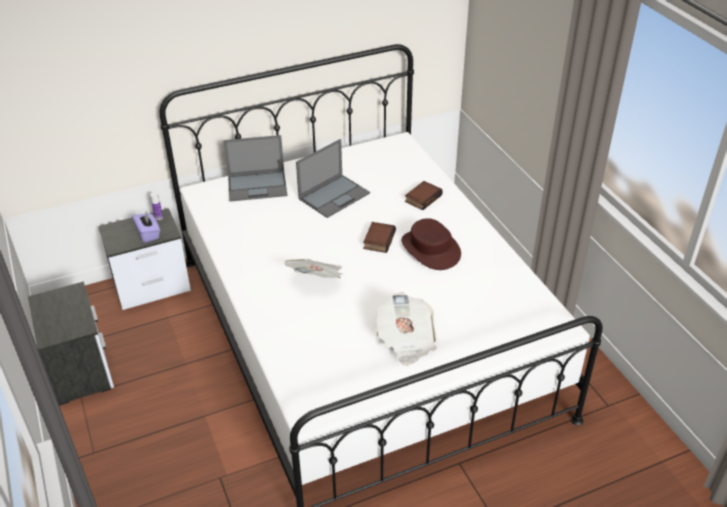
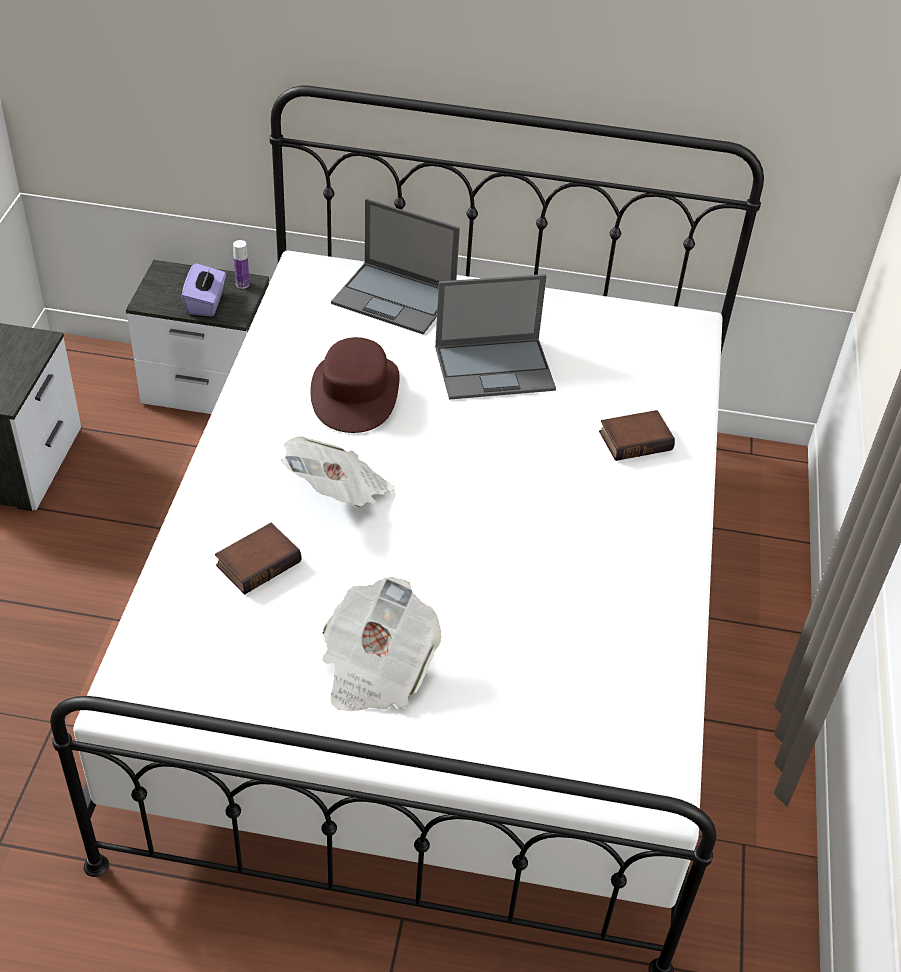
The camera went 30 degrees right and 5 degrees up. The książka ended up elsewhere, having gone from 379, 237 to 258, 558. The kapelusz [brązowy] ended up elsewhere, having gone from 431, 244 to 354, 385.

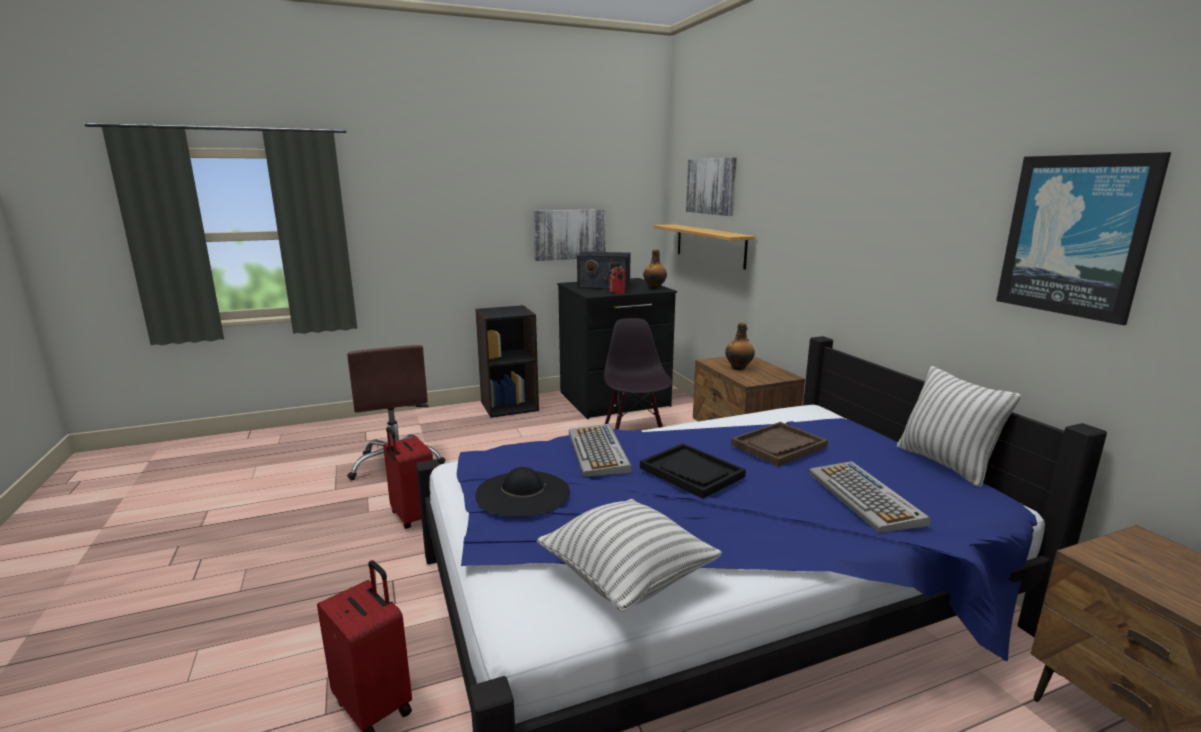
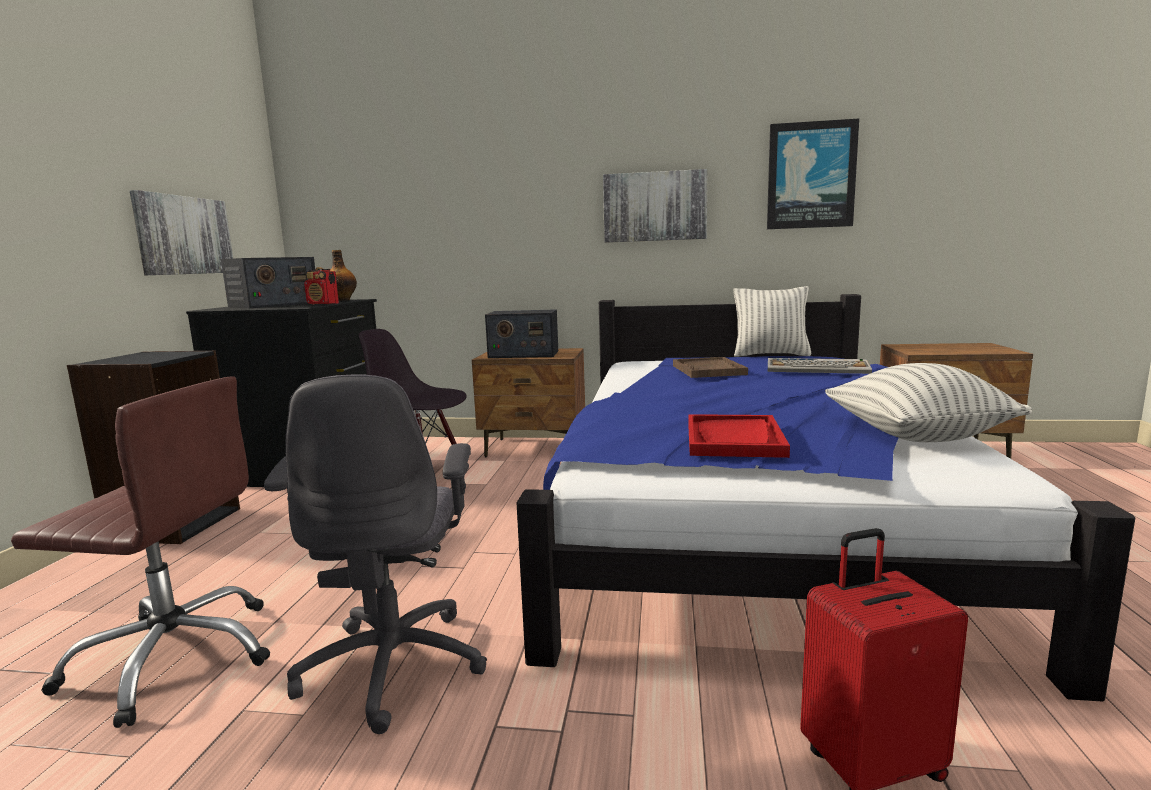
The camera went 60 degrees left and 5 degrees down. Where the walizka [czerwony] stood at 408, 478, the krzesło biurowe [szary] came to stand at 375, 554. Where the butelka stood at 740, 346, the radio came to stand at 521, 333. The obraz ended up elsewhere, having gone from 711, 186 to 655, 206. Where the kapelusz [czarny] stood at 522, 491, the taca [czerwony] came to stand at 739, 436. The second view lost the klawiatura at 600, 450. The second view lost the taca [czarny] at 693, 471. The second view lost the półka at 704, 246.

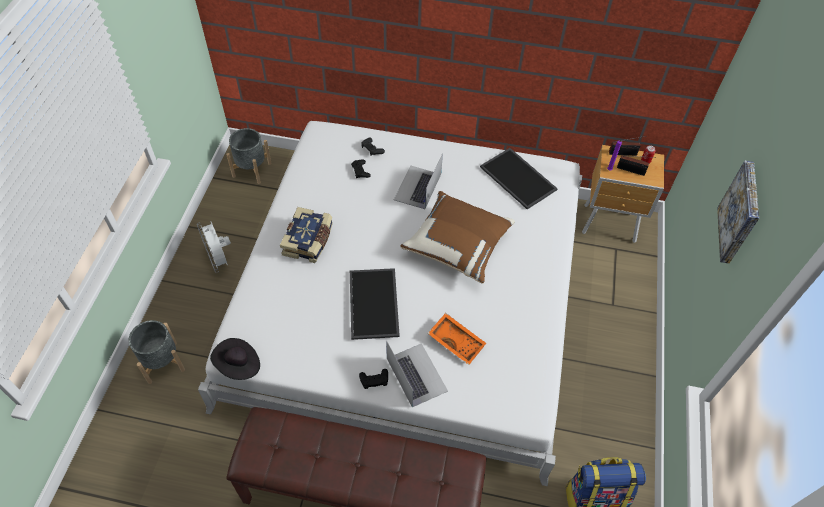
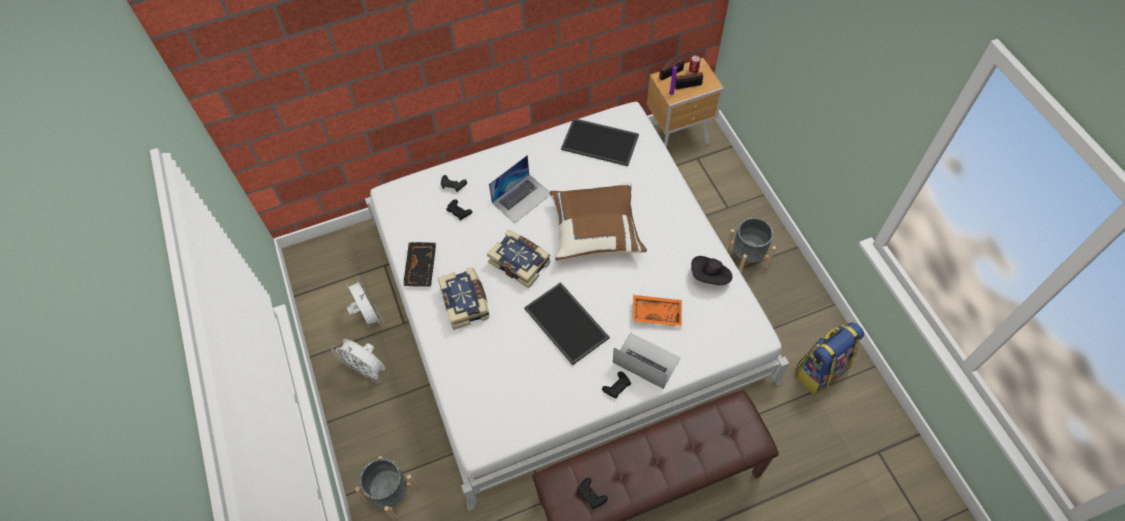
The camera went 30 degrees left and 5 degrees up. The second view gained the wentylator [biały] at 365, 302. The second view gained the taca [czarny] at 419, 264. The second view gained the książka at 519, 259. The laptop at 418, 181 ended up facing another way, 120 degrees counterclockwise from before. The second view gained the pad do gier [czarny] at 592, 493. The kapelusz [czarny] ended up elsewhere, having gone from 235, 359 to 711, 270. The donica [szary] ended up elsewhere, having gone from 249, 156 to 750, 245. The second view lost the obraz at 738, 212.

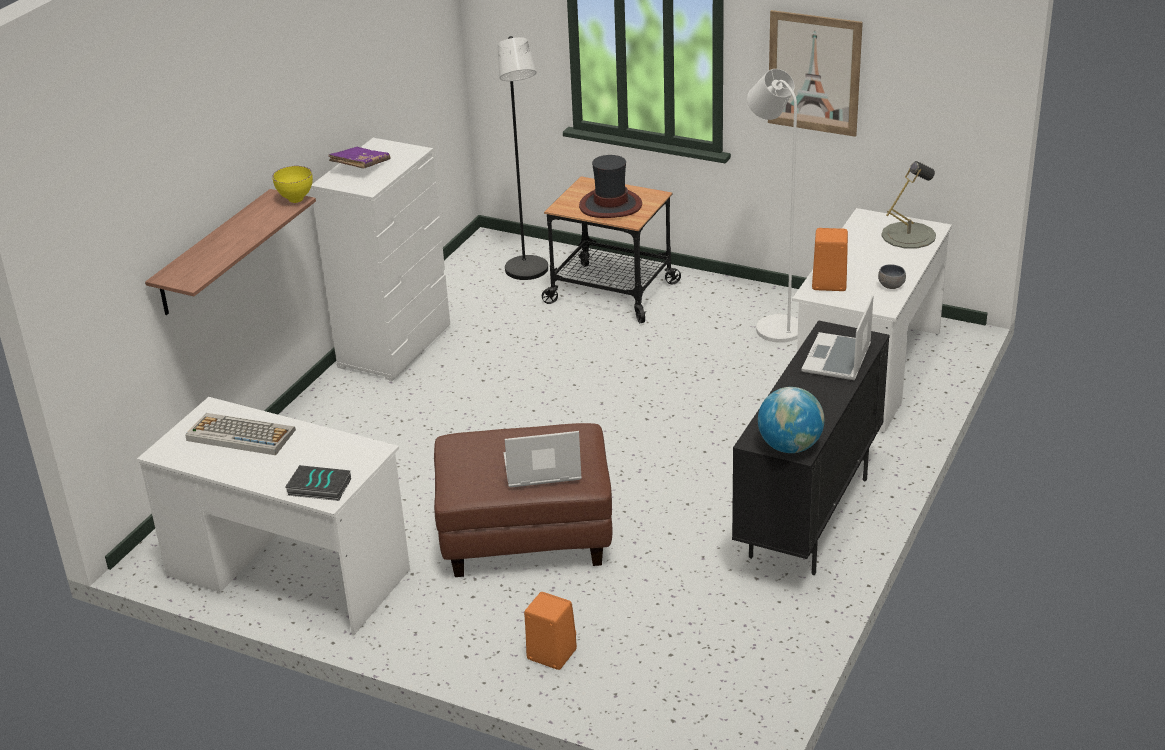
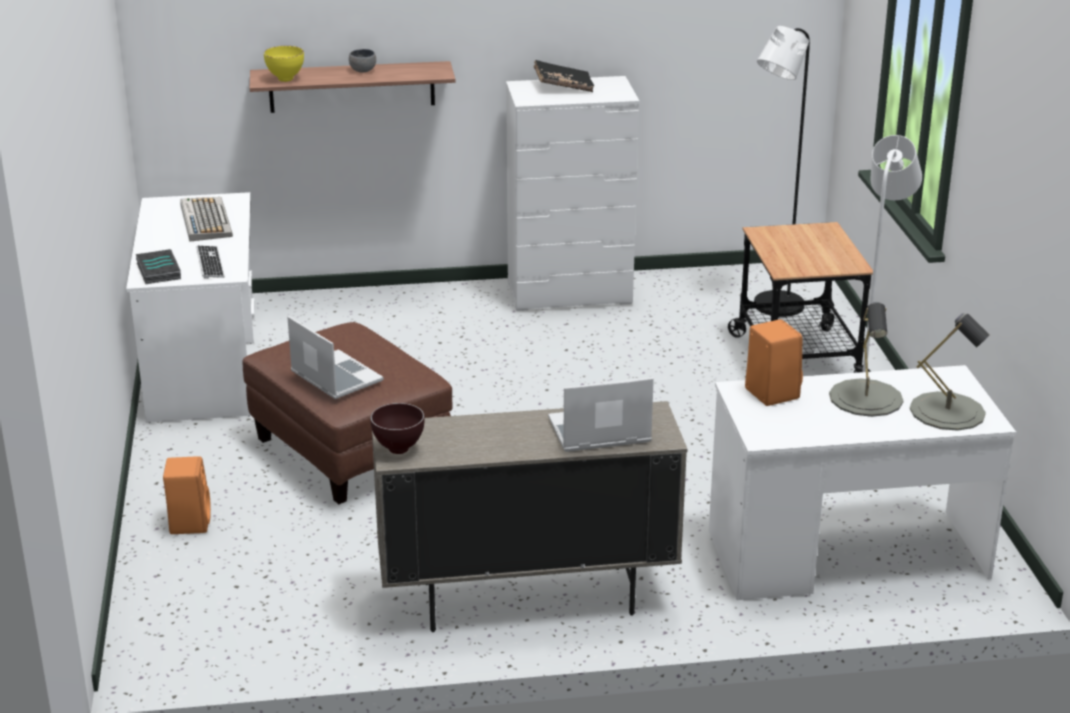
The camera went 55 degrees right and 5 degrees down. The second view gained the klawiatura at 210, 262. The miska [żółty] ended up elsewhere, having gone from 292, 184 to 284, 64. The miska [szary] ended up elsewhere, having gone from 892, 276 to 362, 61. Where the globus stood at 791, 420, the miska [brązowy] came to stand at 397, 428. What was the szafka [czarny] at 811, 447 turned into the szafka [beżowy] at 529, 516. What was the książka [fioletowy] at 359, 158 turned into the książka [czarny] at 564, 76. The second view gained the lampa stołowa [szary] at 866, 359. The second view lost the kapelusz at 610, 186. The second view lost the obraz at 815, 73.

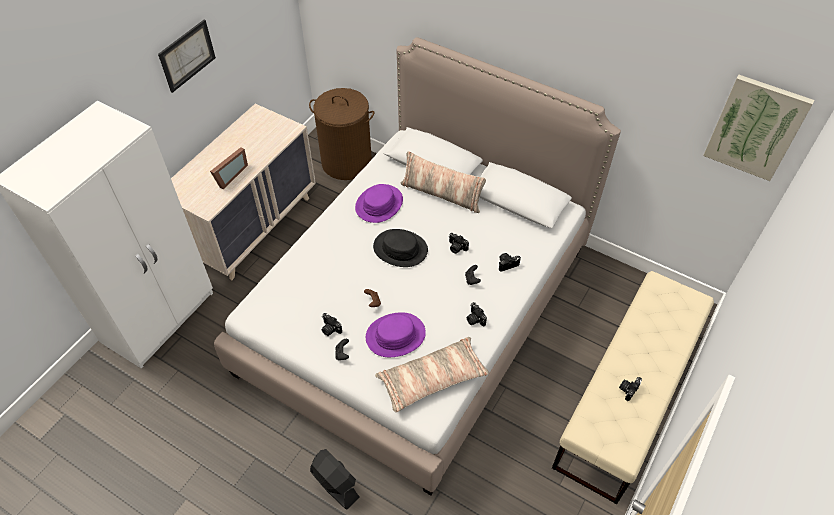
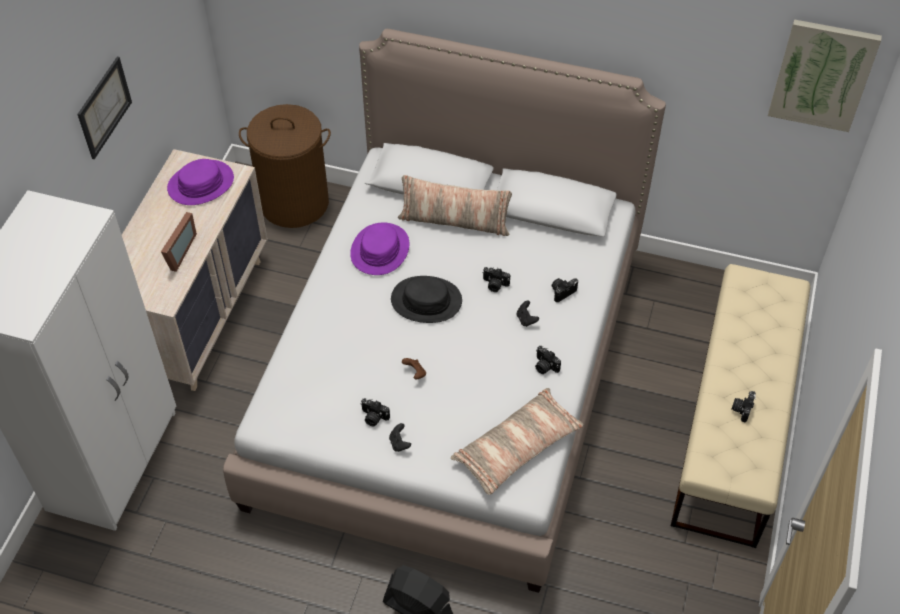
The camera went 15 degrees left and 0 degrees up. The kapelusz [fioletowy] ended up elsewhere, having gone from 396, 334 to 200, 182.

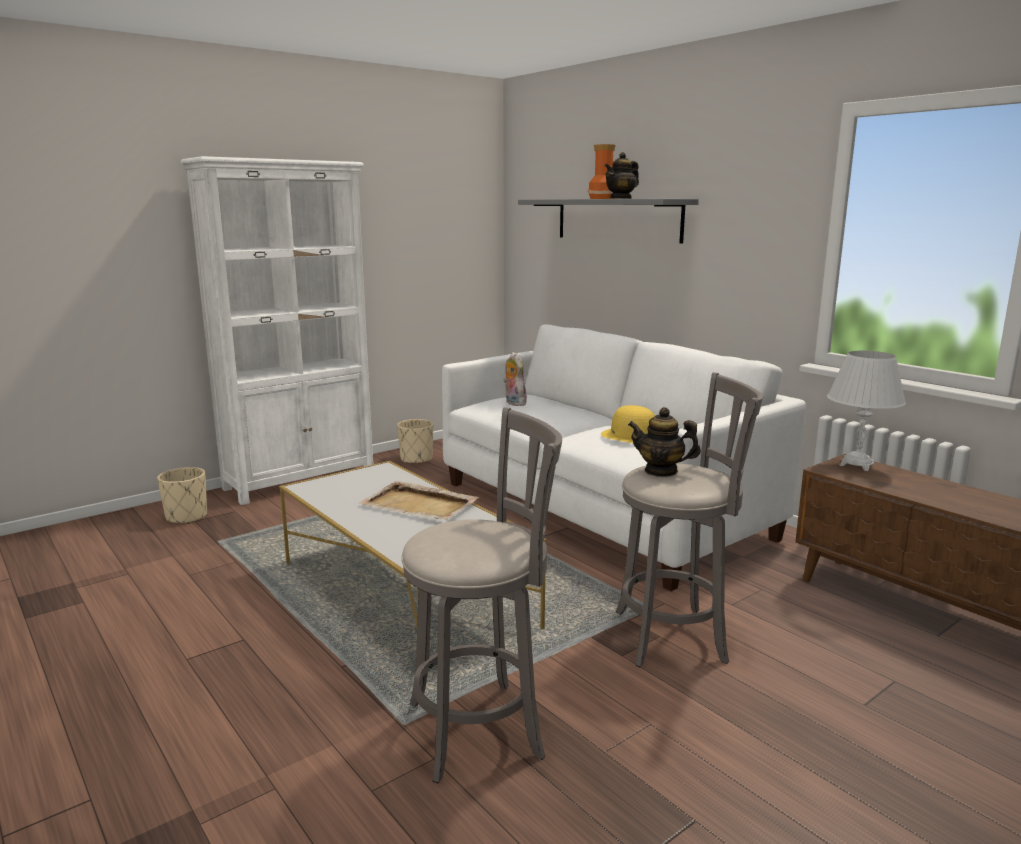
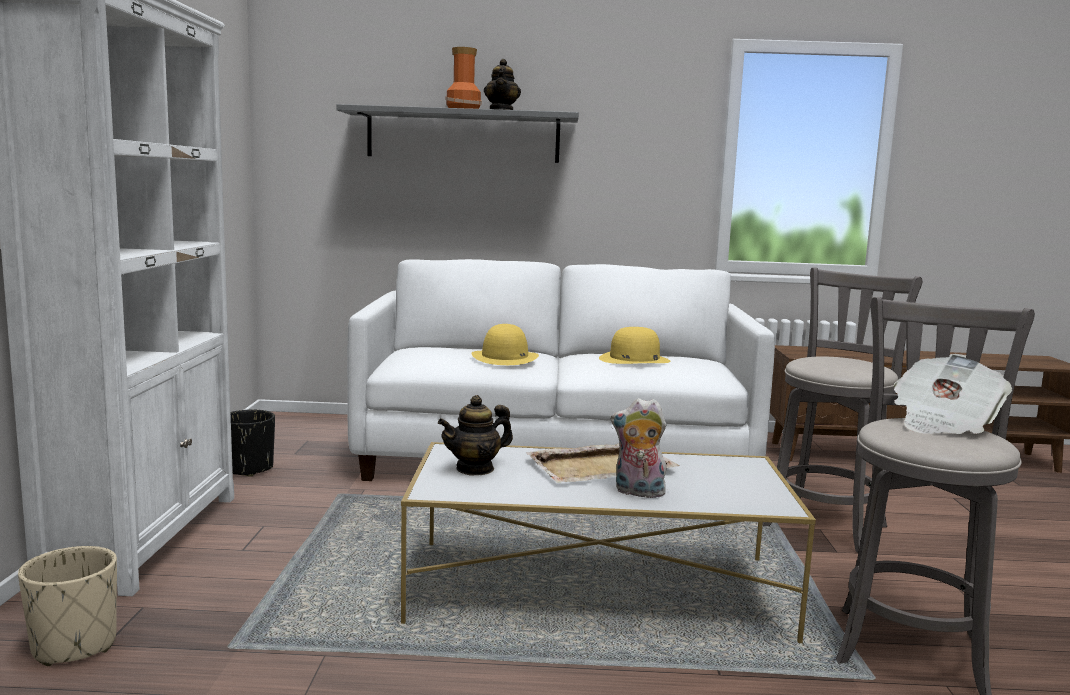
The camera went 50 degrees left and 5 degrees down. What was the donica [beżowy] at 415, 441 turned into the donica [czarny] at 253, 443. The imbryk ended up elsewhere, having gone from 664, 442 to 475, 435. The second view gained the kapelusz [żółty] at 505, 344. The pluszak ended up elsewhere, having gone from 515, 379 to 639, 448. The second view gained the gazeta at 952, 394. The second view lost the lampa stołowa [biały] at 866, 411.

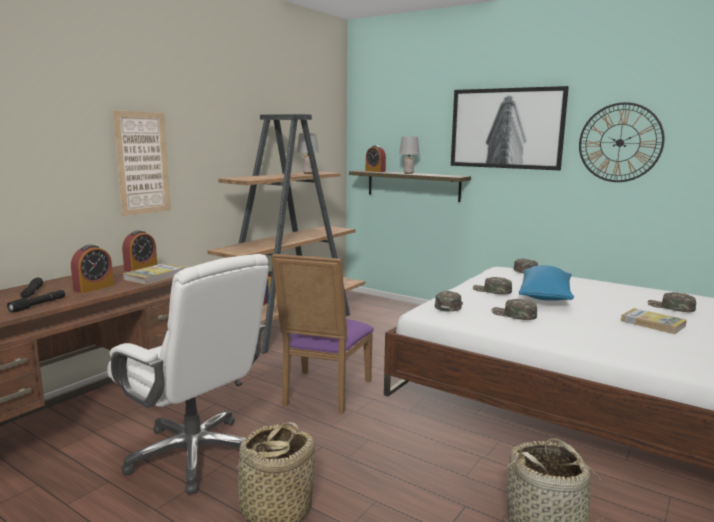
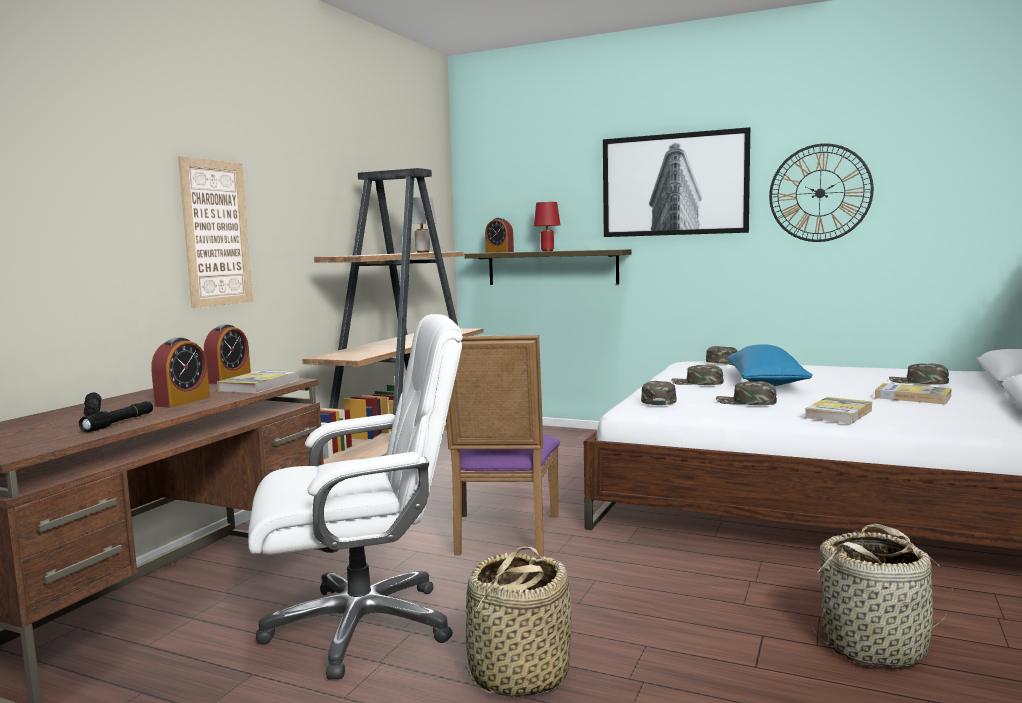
The camera went 10 degrees left and 5 degrees down. The krzesło biurowe [biały] at 188, 374 ended up facing another way, 45 degrees counterclockwise from before. What was the lampa stołowa [szary] at 409, 155 turned into the lampa stołowa [czerwony] at 547, 226. The second view gained the książka at 838, 410.

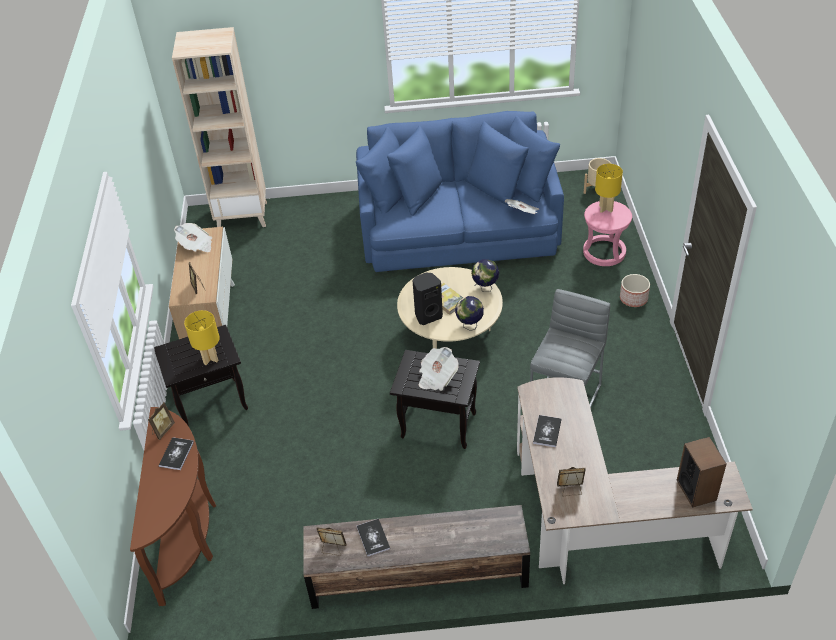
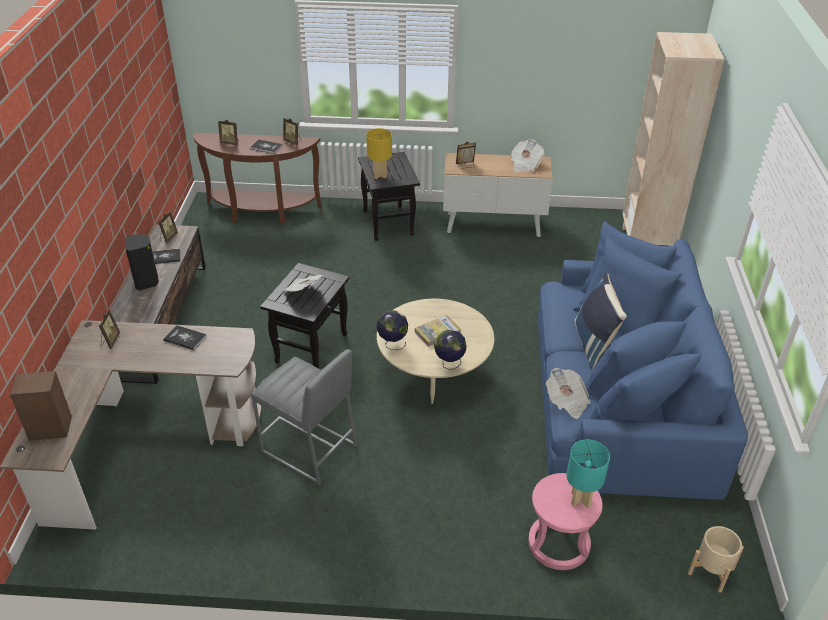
The camera went 95 degrees right and 5 degrees down. The głośnik [czarny] ended up elsewhere, having gone from 427, 299 to 142, 262. The second view gained the ramka na zdjęcie at 228, 132. What was the lampa stołowa [żółty] at 609, 188 turned into the lampa stołowa [turkusowy] at 588, 473. The second view gained the poduszka [niebieski] at 600, 321. The second view lost the donica at 635, 290.

